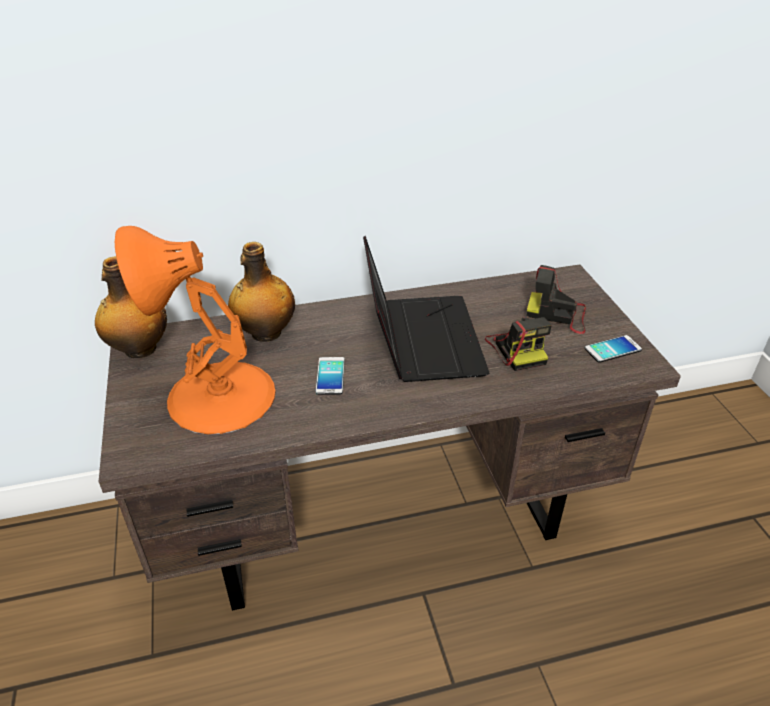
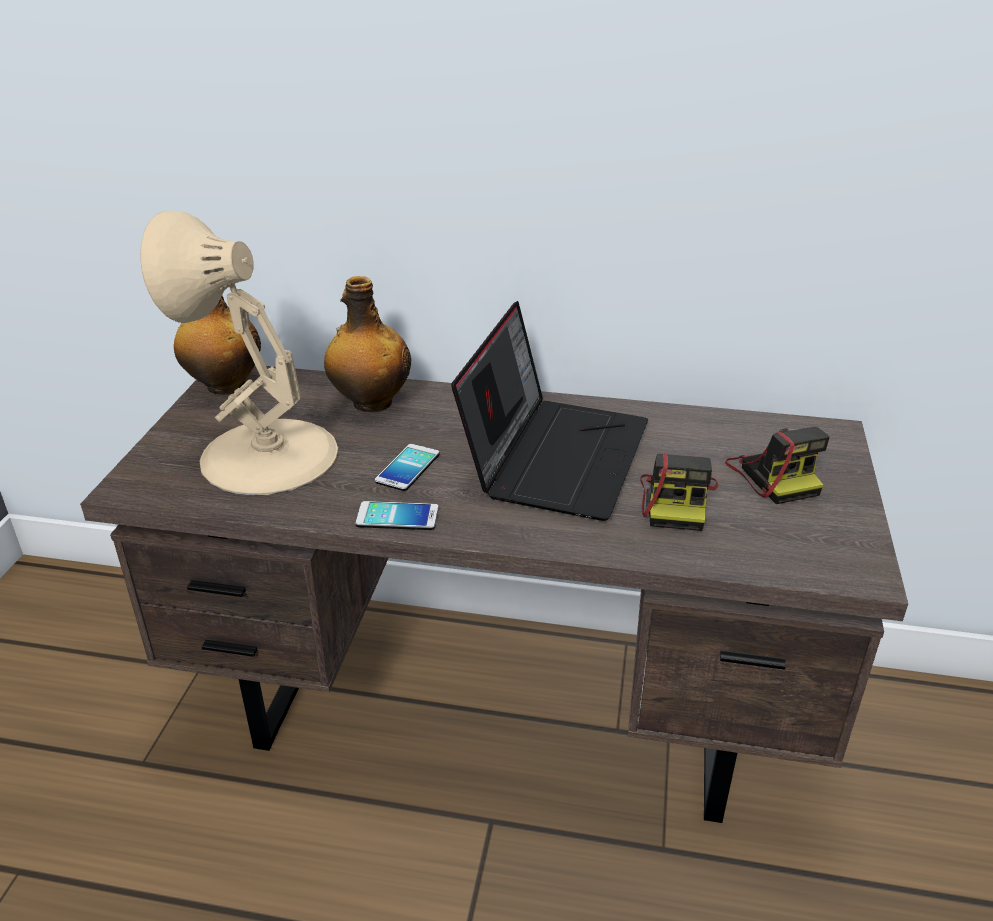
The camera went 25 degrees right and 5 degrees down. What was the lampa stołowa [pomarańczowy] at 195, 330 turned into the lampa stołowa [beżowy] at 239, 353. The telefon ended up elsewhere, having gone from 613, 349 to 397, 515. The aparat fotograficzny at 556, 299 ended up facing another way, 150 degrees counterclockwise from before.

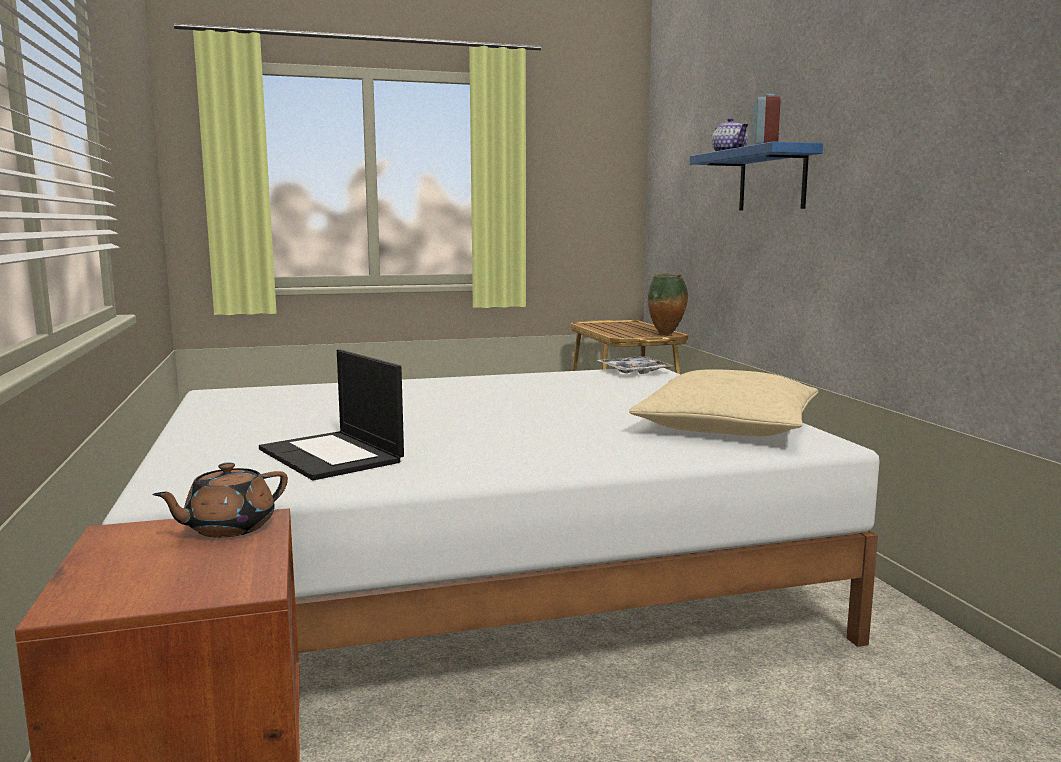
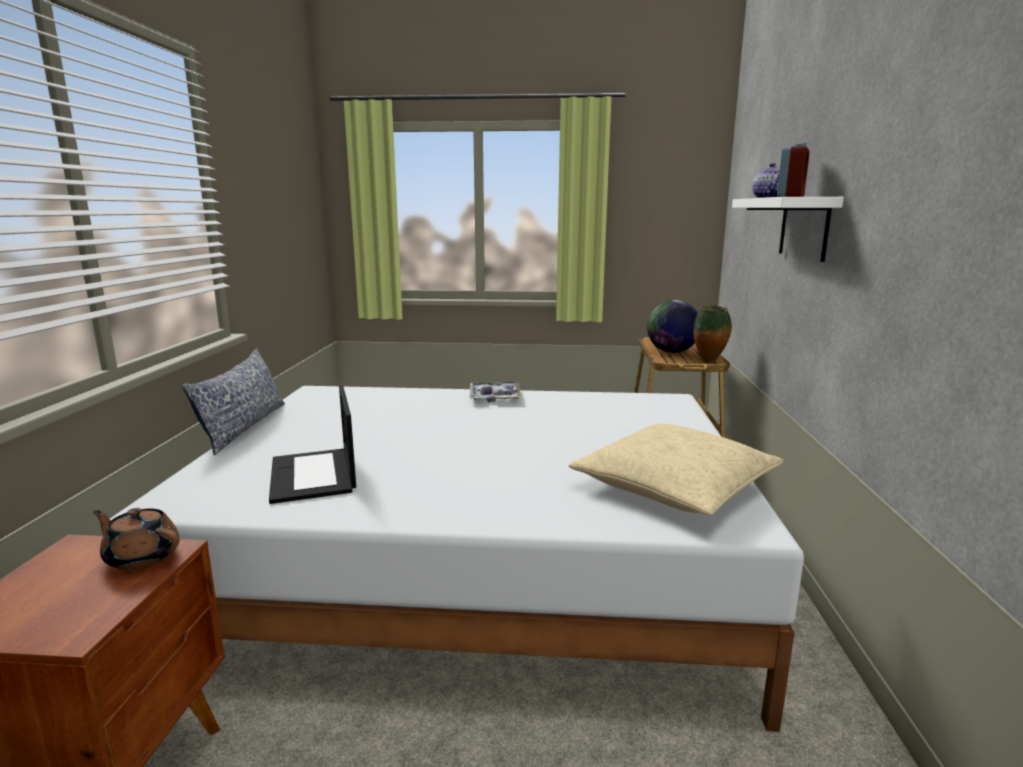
The camera went 20 degrees right and 5 degrees up. The imbryk [brązowy] at 220, 500 ended up facing another way, 45 degrees clockwise from before. The second view gained the poduszka at 233, 401. The taca ended up elsewhere, having gone from 635, 365 to 495, 391. The second view gained the globus at 672, 326. What was the półka [niebieski] at 756, 176 turned into the półka [biały] at 788, 229.

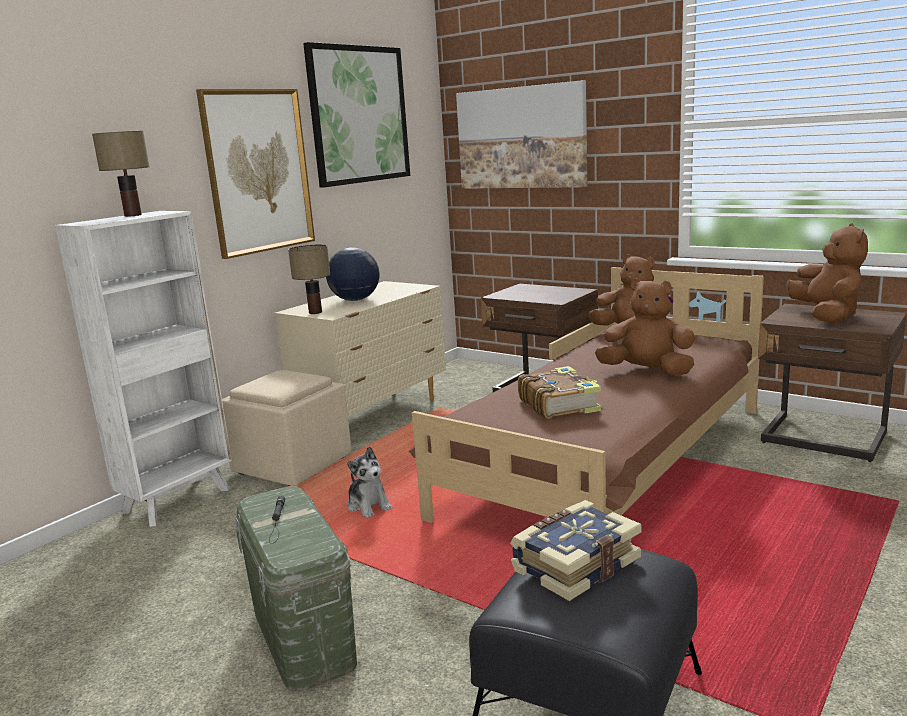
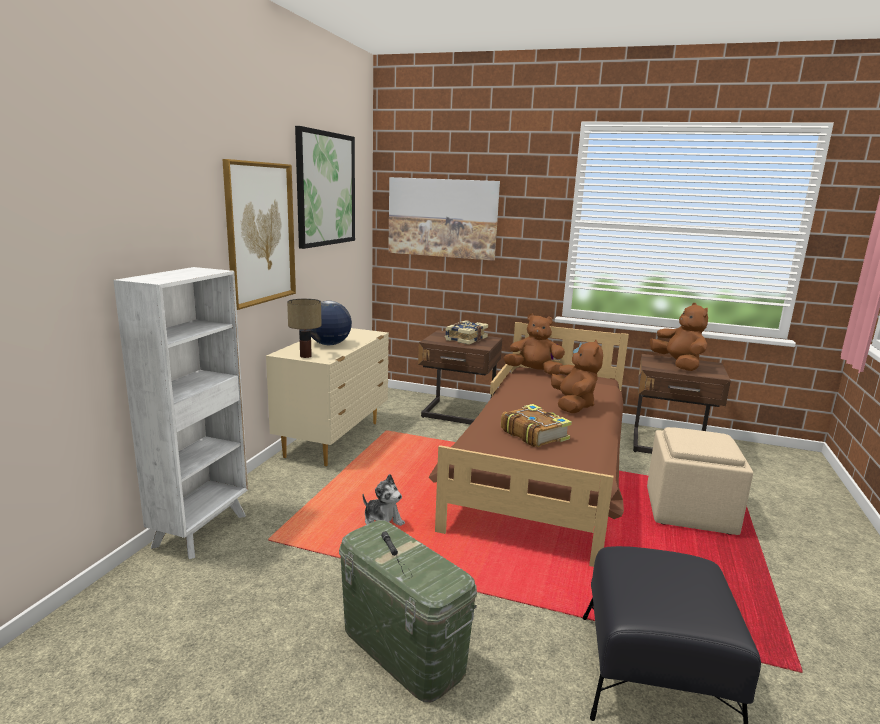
The camera went 20 degrees left and 0 degrees up. The książka ended up elsewhere, having gone from 576, 550 to 466, 332. The pluszak [brązowy] at 645, 327 ended up facing another way, 90 degrees clockwise from before. The pufa [beżowy] ended up elsewhere, having gone from 287, 428 to 700, 481. The second view lost the lampa stołowa at 120, 174.

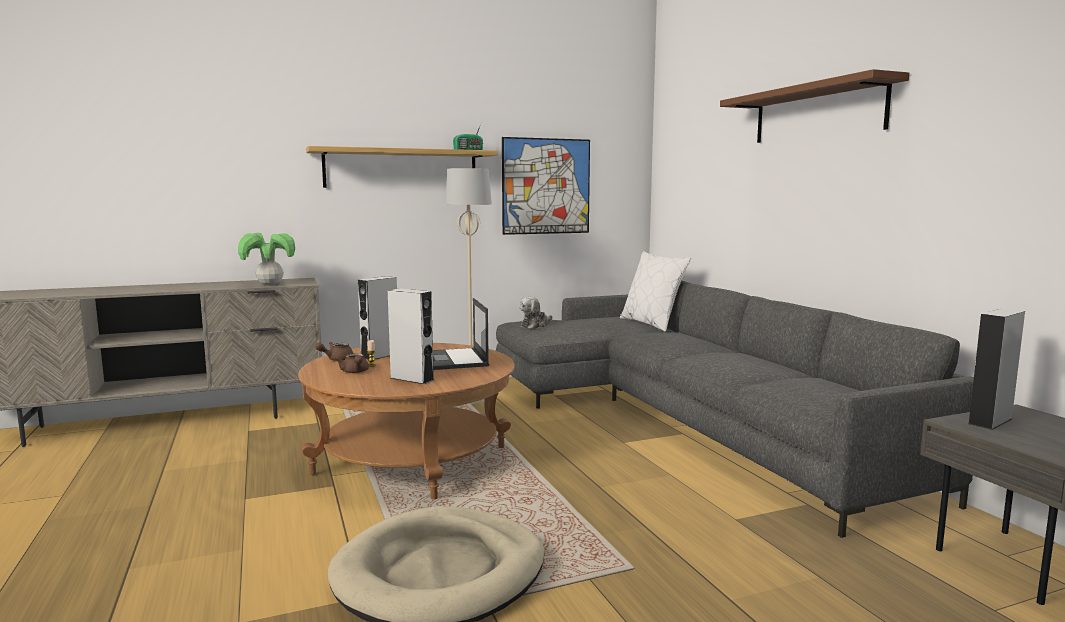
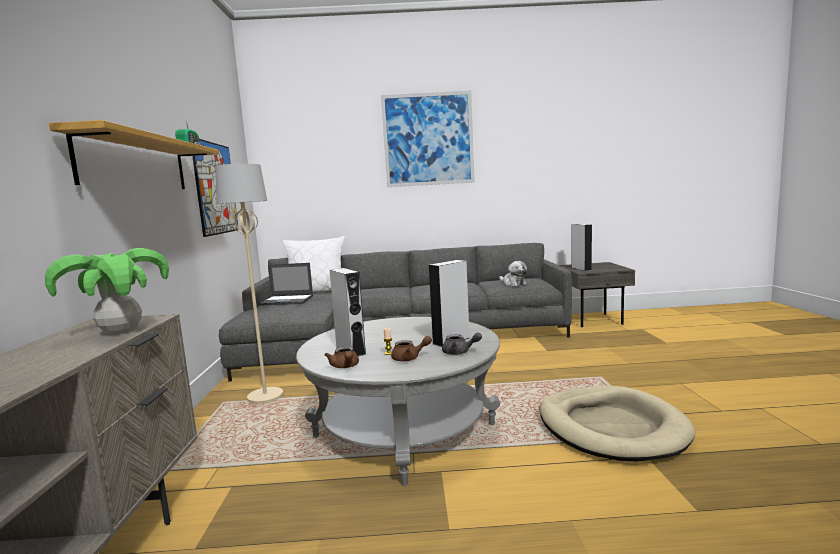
The camera went 70 degrees left and 0 degrees up. The laptop ended up elsewhere, having gone from 461, 334 to 286, 284. What was the ława [brązowy] at 406, 421 turned into the ława [szary] at 398, 401. Where the półka [brązowy] hung at 814, 106, the obraz came to hang at 428, 139. The second view gained the imbryk [szary] at 462, 343. The pluszak ended up elsewhere, having gone from 535, 313 to 513, 273.

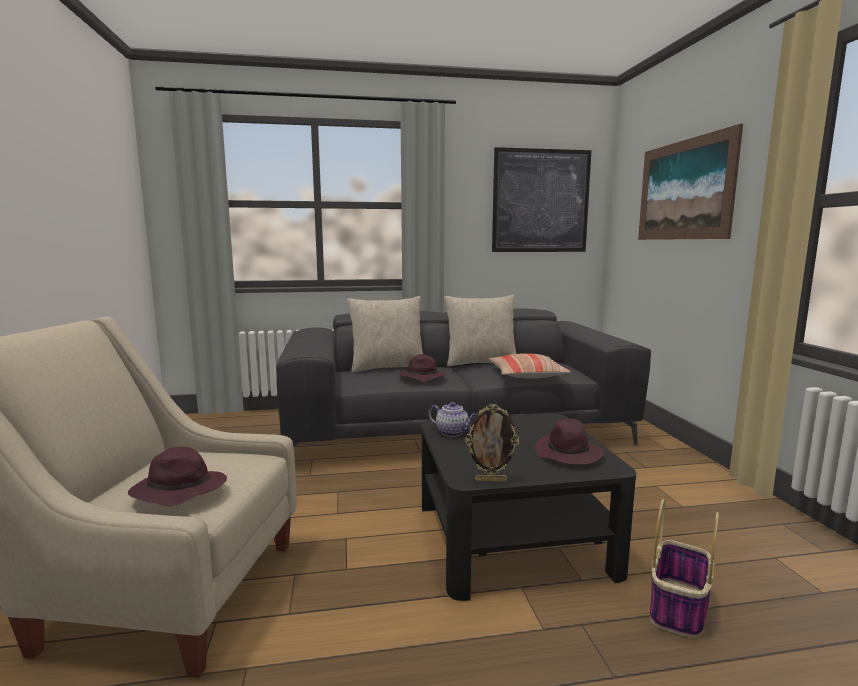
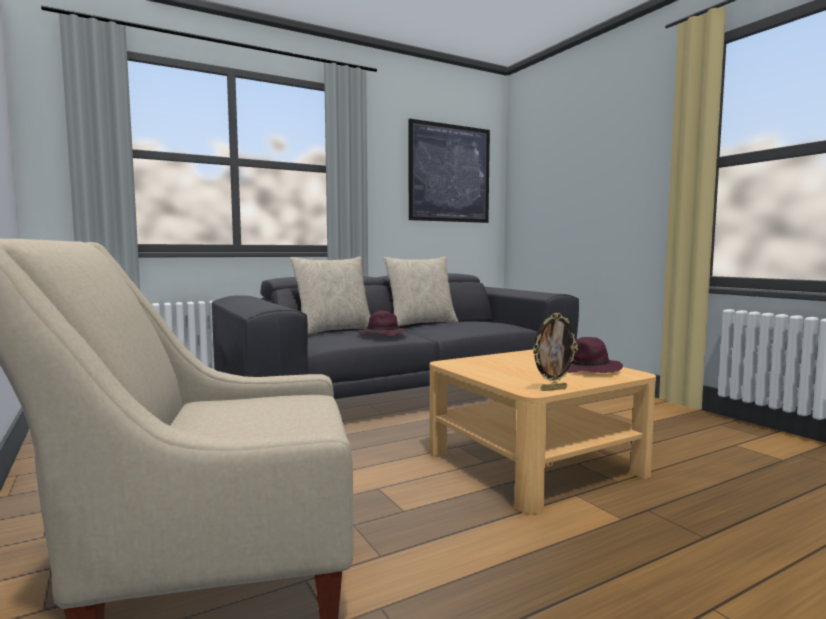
The camera went 20 degrees left and 5 degrees down. What was the ława [czarny] at 528, 507 turned into the ława [beżowy] at 542, 432. The second view lost the kapelusz [fioletowy] at 177, 476. The second view lost the imbryk at 452, 419. The second view lost the poduszka at 529, 365. The second view lost the obraz at 690, 182. The second view lost the koszyk at 684, 568.

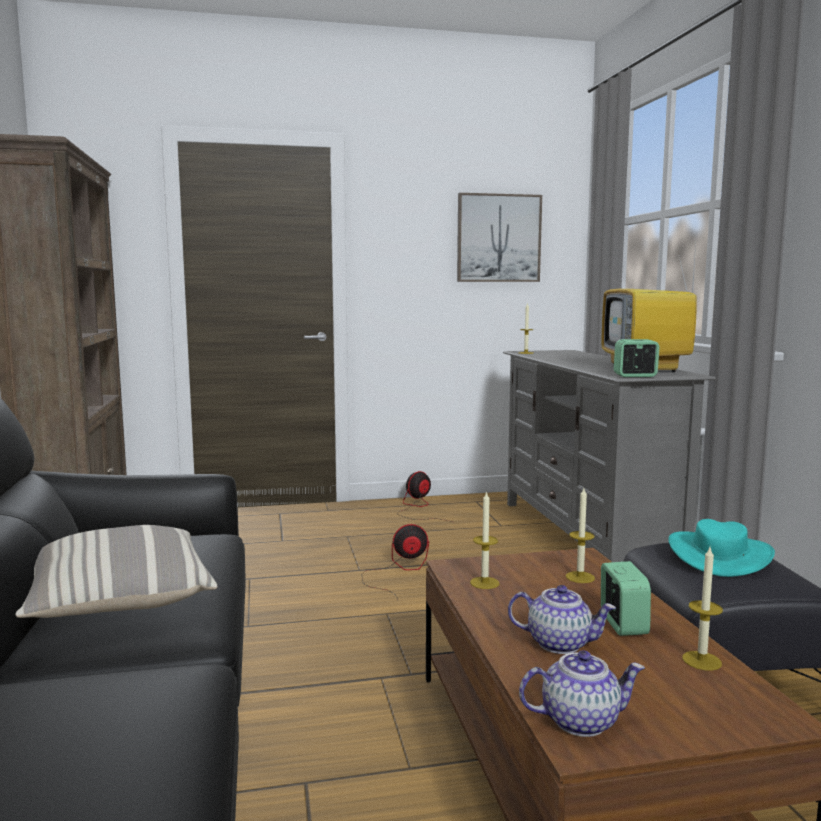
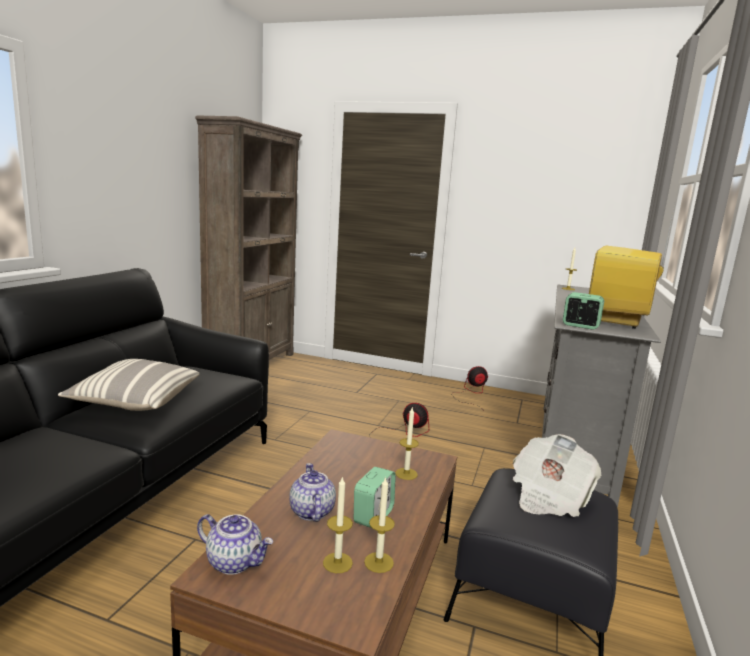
The camera went 30 degrees right and 5 degrees up. The imbryk at 562, 619 ended up facing another way, 150 degrees counterclockwise from before. The świeca ended up elsewhere, having gone from 484, 540 to 338, 524. Where the kapelusz [turkusowy] stood at 721, 548, the gazeta came to stand at 557, 475. The second view lost the obraz at 499, 237.

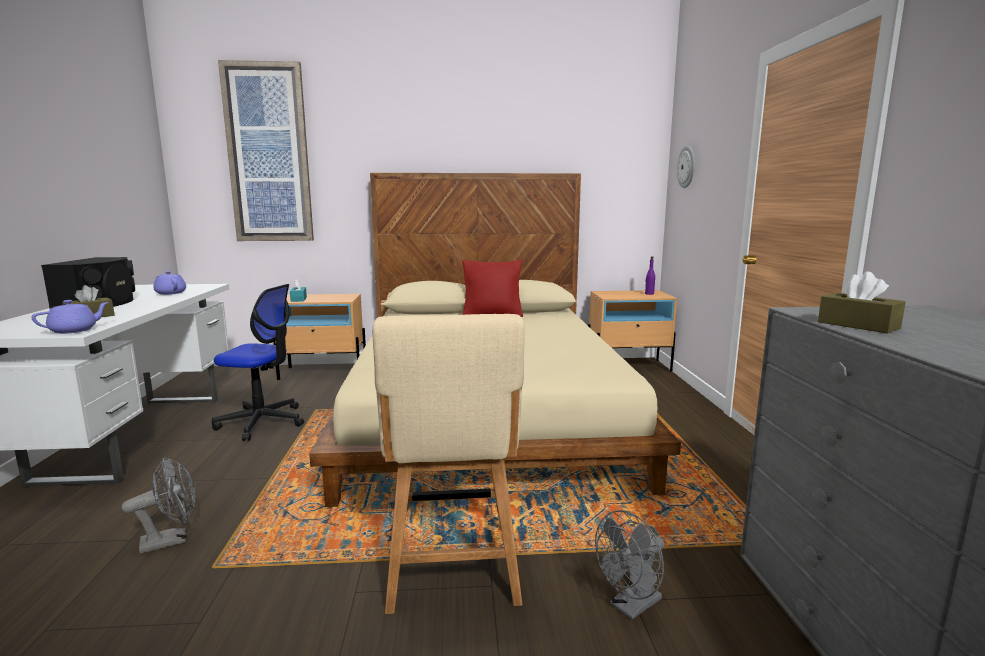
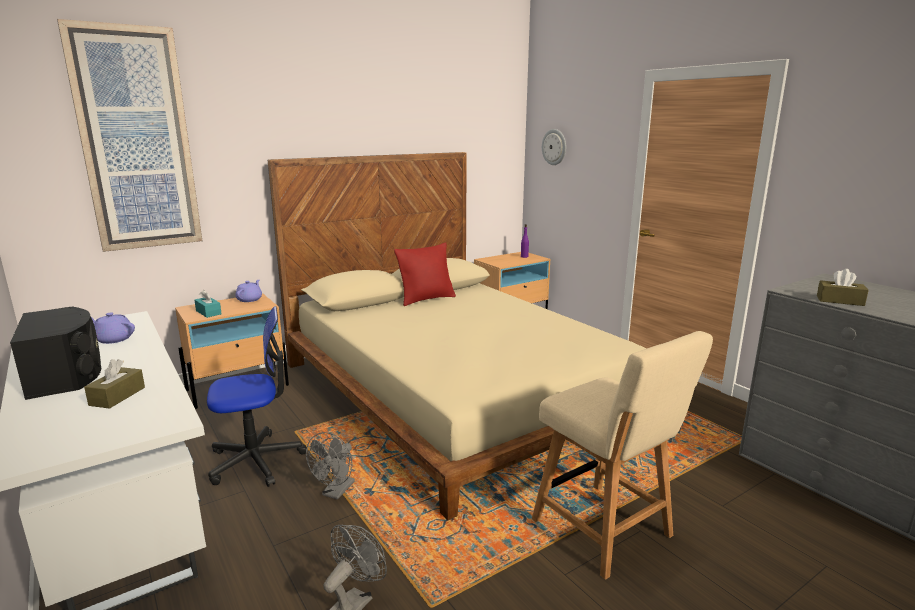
The camera went 30 degrees left and 5 degrees up. The imbryk [fioletowy] ended up elsewhere, having gone from 70, 317 to 248, 291. The wentylator [szary] ended up elsewhere, having gone from 629, 565 to 330, 466.

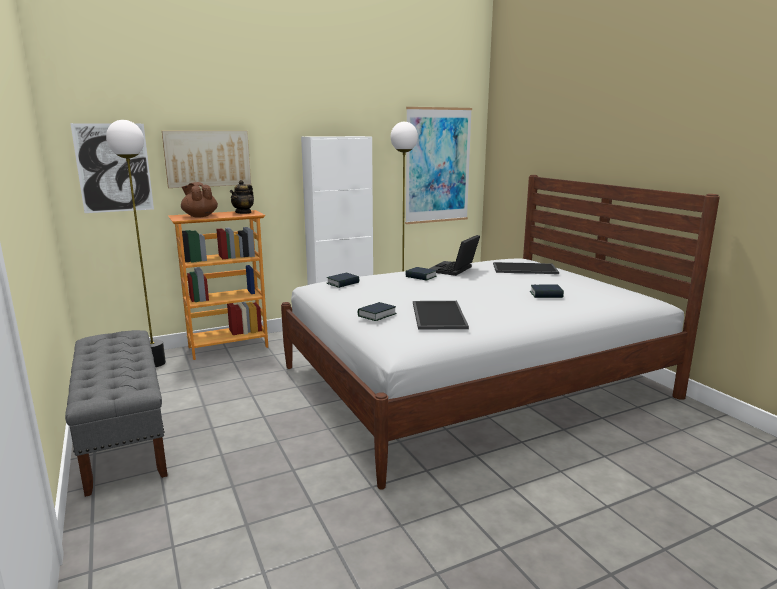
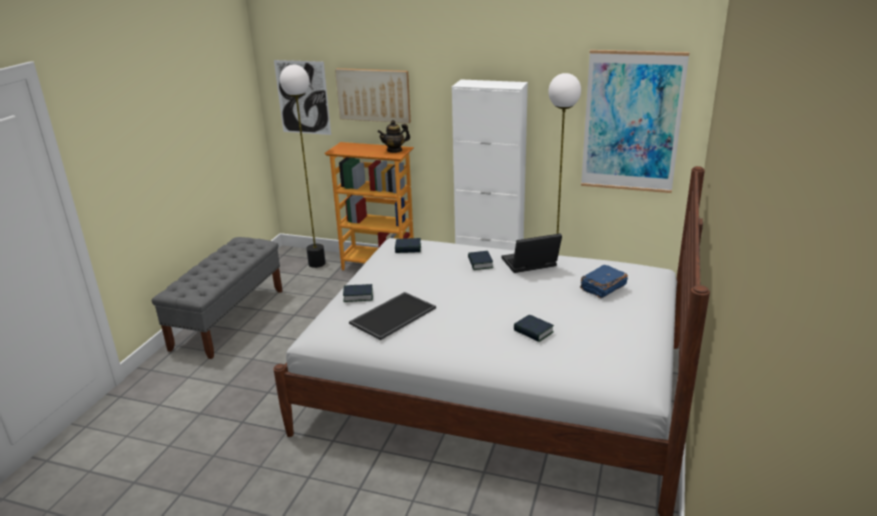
The camera went 45 degrees right and 10 degrees up. Where the taca stood at 526, 268, the książka [niebieski] came to stand at 604, 281. The second view lost the imbryk [brązowy] at 199, 199.

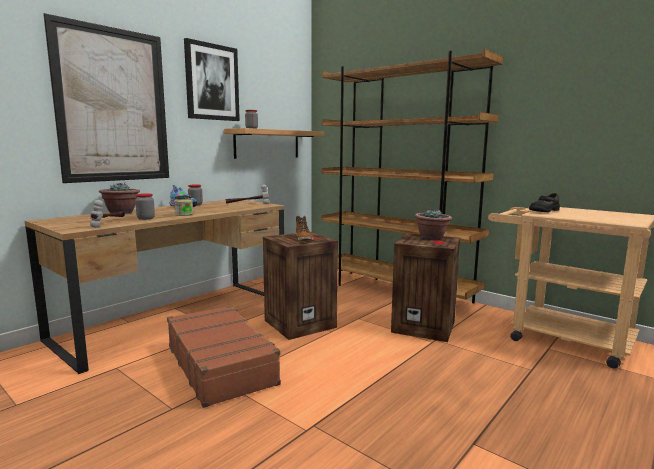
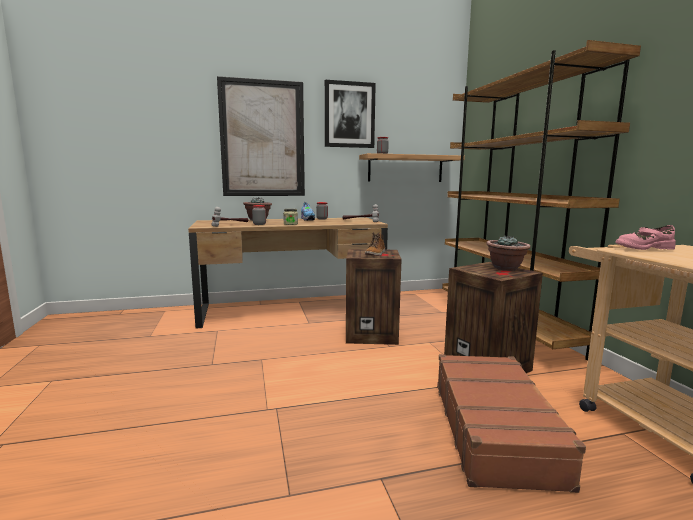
The camera went 35 degrees right and 0 degrees up. The walizka [brązowy] ended up elsewhere, having gone from 224, 356 to 511, 423. What was the but [czarny] at 544, 203 turned into the but [różowy] at 645, 237.

